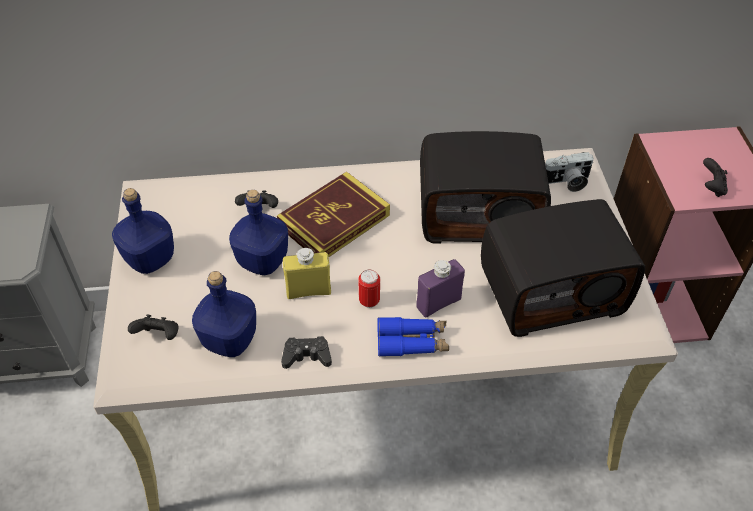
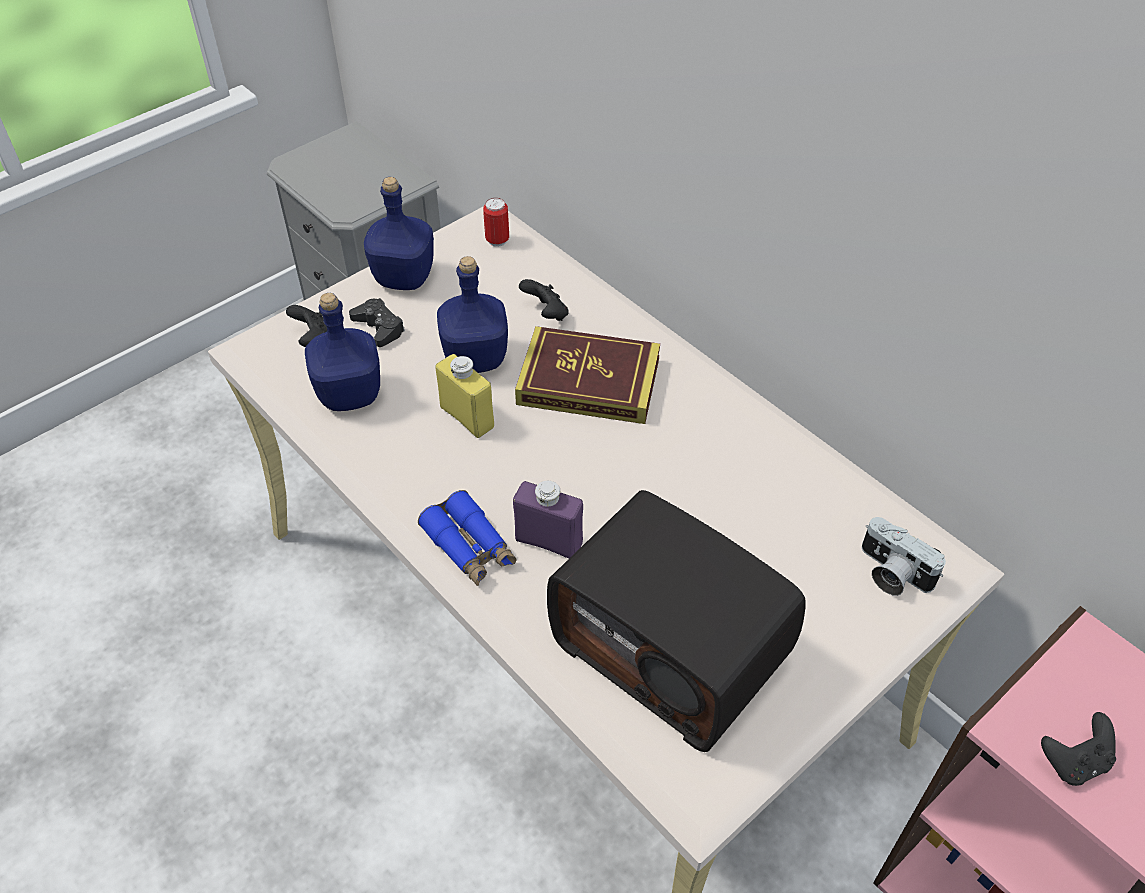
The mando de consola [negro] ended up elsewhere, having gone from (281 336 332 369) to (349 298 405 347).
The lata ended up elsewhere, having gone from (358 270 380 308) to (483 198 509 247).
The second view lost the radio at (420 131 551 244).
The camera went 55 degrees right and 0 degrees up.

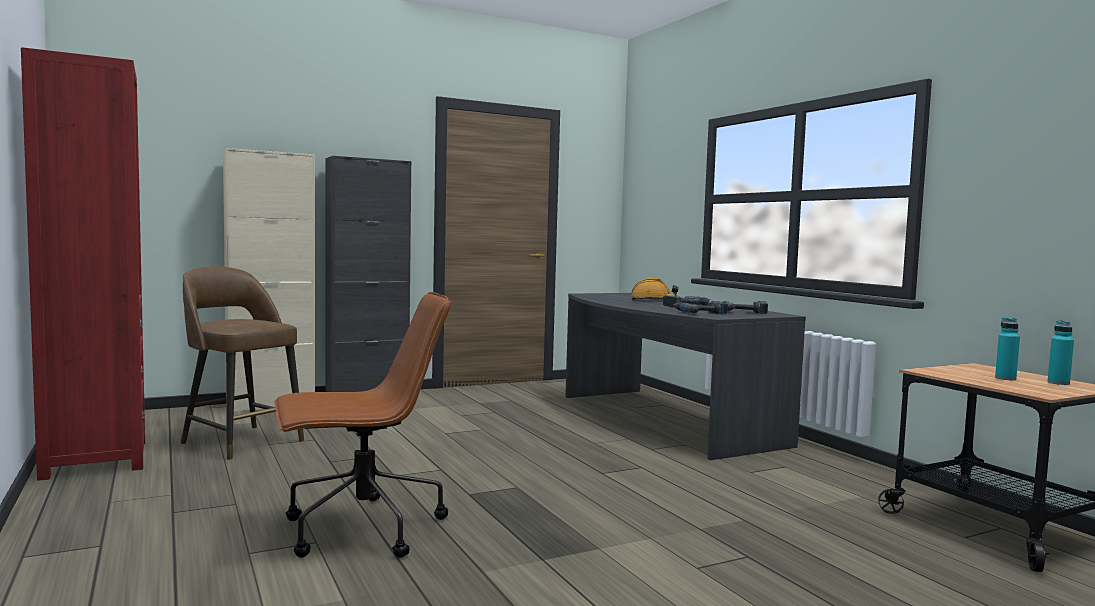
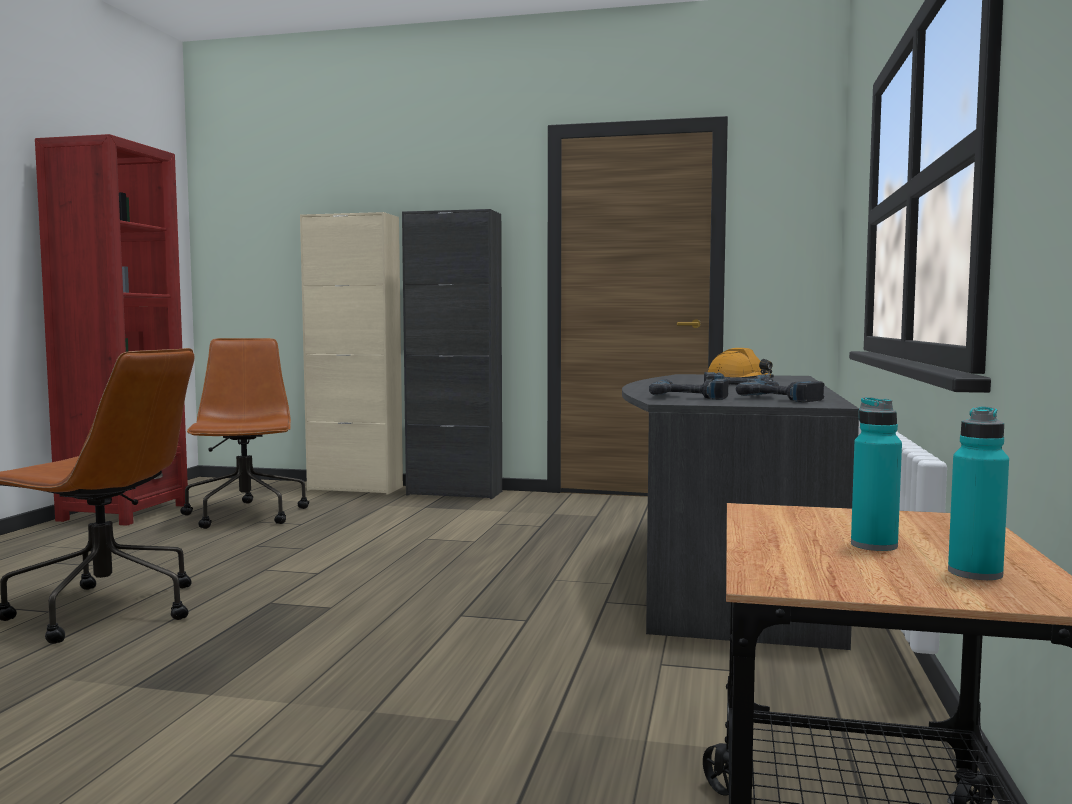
Where the taburete [marrón] stood at (181 266 304 460), the silla de oficina [marrón] came to stand at (180 338 309 529).
The camera went 40 degrees right and 0 degrees up.

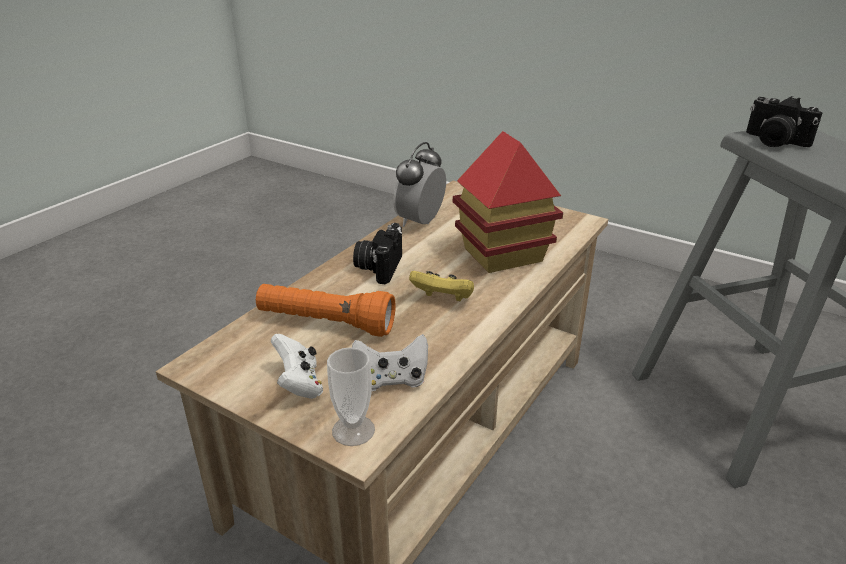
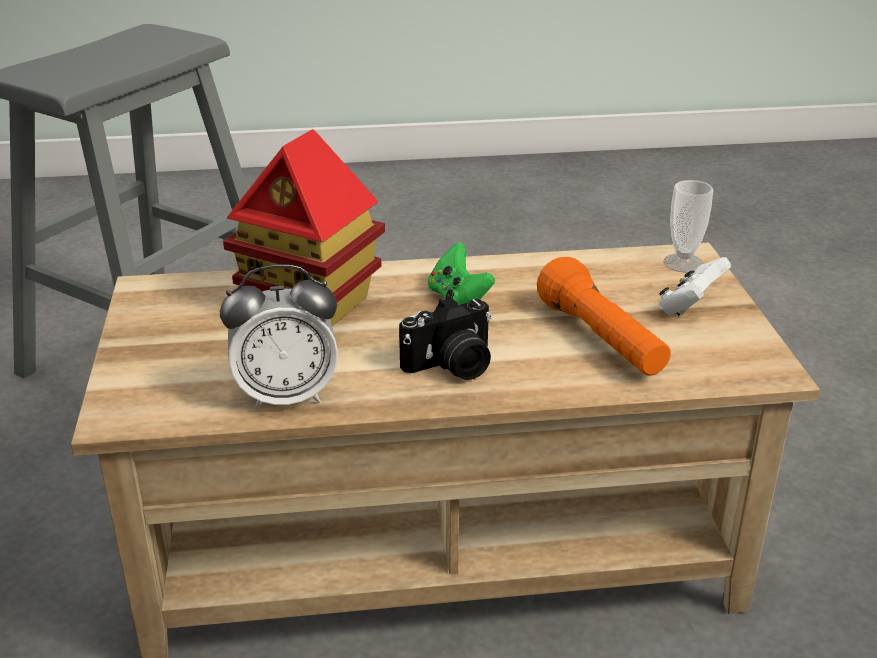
What was the mando de consola [amarillo] at (409 271 474 301) turned into the mando de consola [verde] at (428 242 495 305).
The second view lost the mando de consola [blanco] at (352 334 428 391).
The second view lost the cámara at (746 96 823 147).
The camera went 130 degrees left and 0 degrees up.

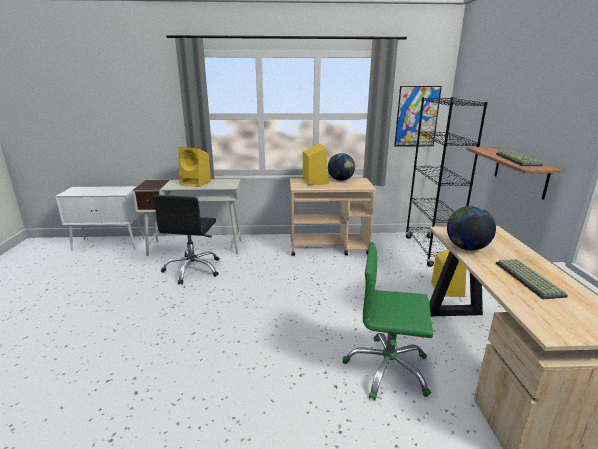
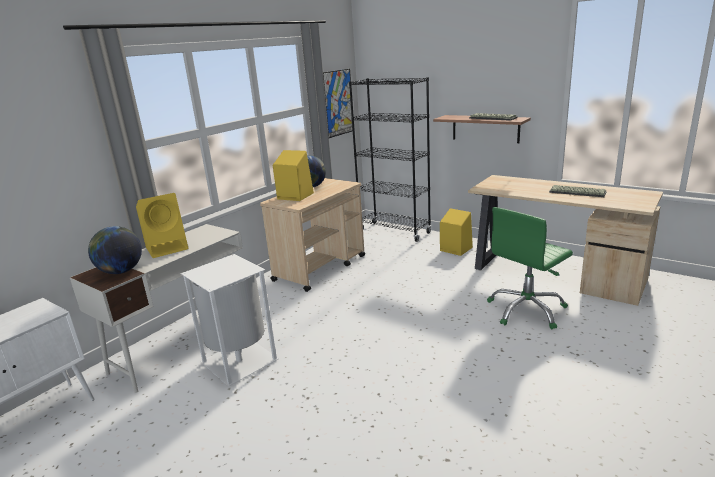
The globo terráqueo ended up elsewhere, having gone from (447 206 496 250) to (88 226 142 274).
Where the silla de oficina [negro] stood at (153 195 219 285), the papelera [blanco] came to stand at (181 254 279 387).
The camera went 50 degrees left and 0 degrees up.

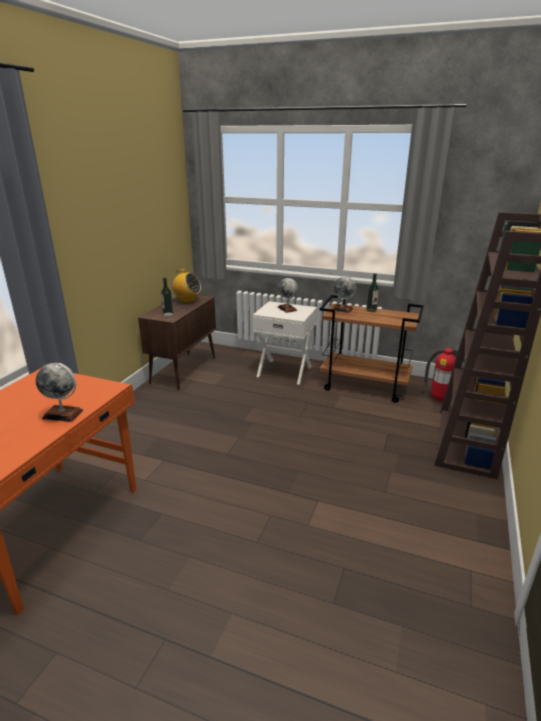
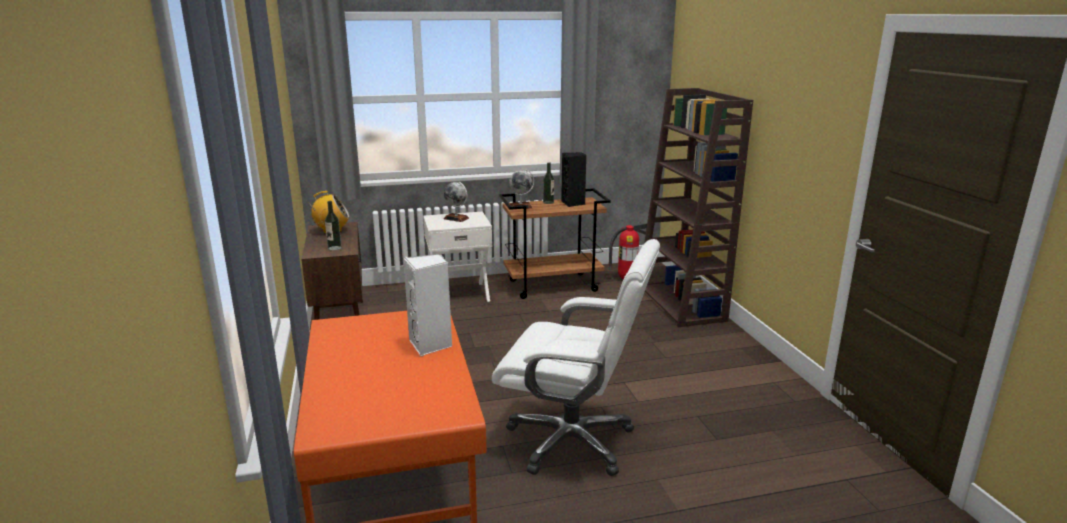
Where the globo terráqueo stood at (36 363 83 422), the altavoz [blanco] came to stand at (403 254 452 356).
The second view gained the silla de oficina [blanco] at (492 239 660 476).
The second view gained the altavoz [negro] at (561 152 586 207).
The camera went 35 degrees left and 5 degrees down.

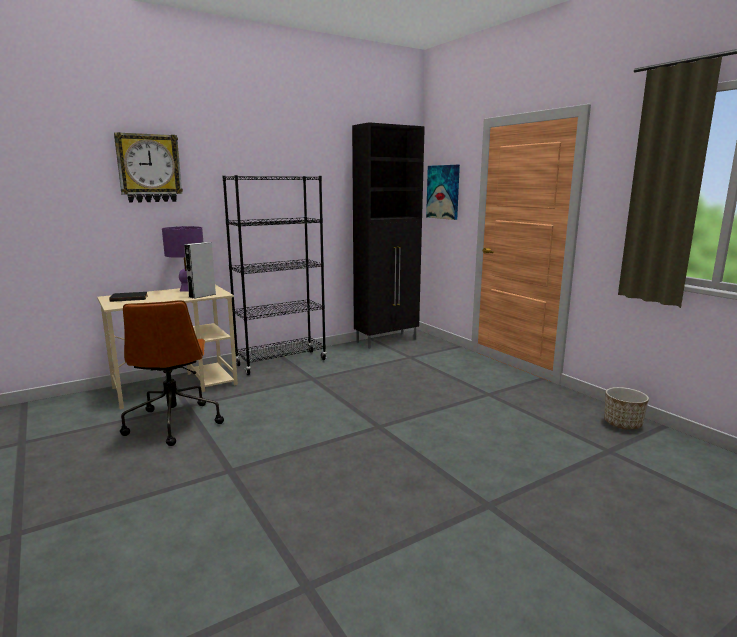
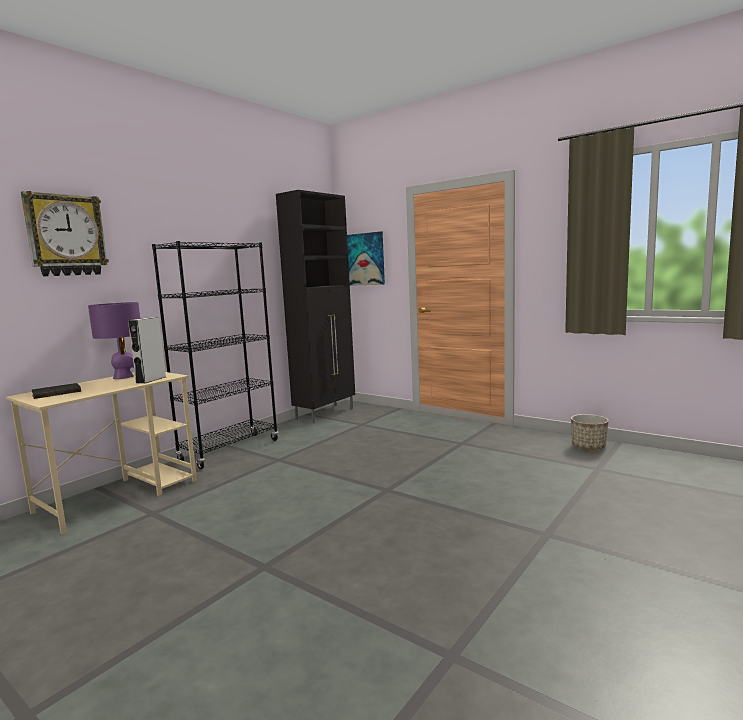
The second view lost the silla de oficina [marrón] at (120 300 224 446).
The camera went 20 degrees left and 5 degrees down.

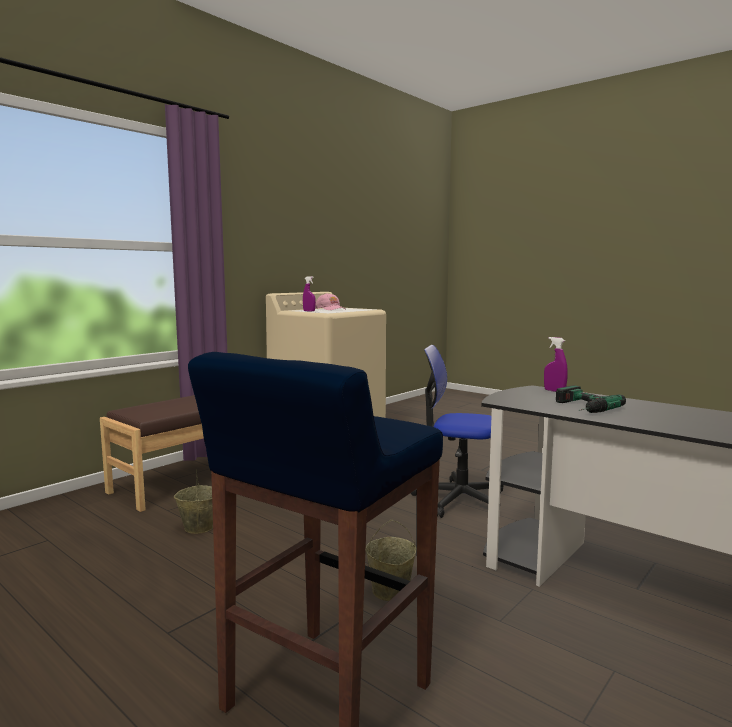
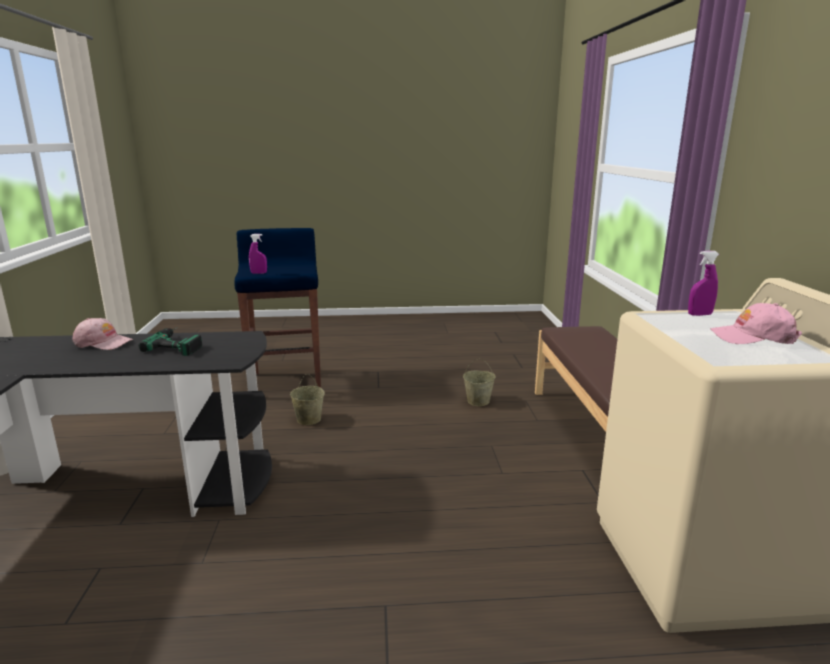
The second view gained the gorra [rosa] at (72 318 133 350).
The pulverizador [morado] ended up elsewhere, having gone from (544 337 568 392) to (249 234 267 274).
The second view lost the silla de oficina at (411 345 504 518).
The camera went 135 degrees right and 10 degrees up.

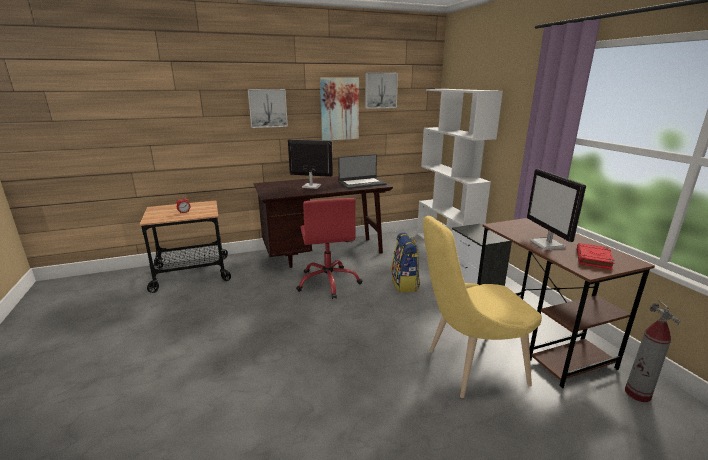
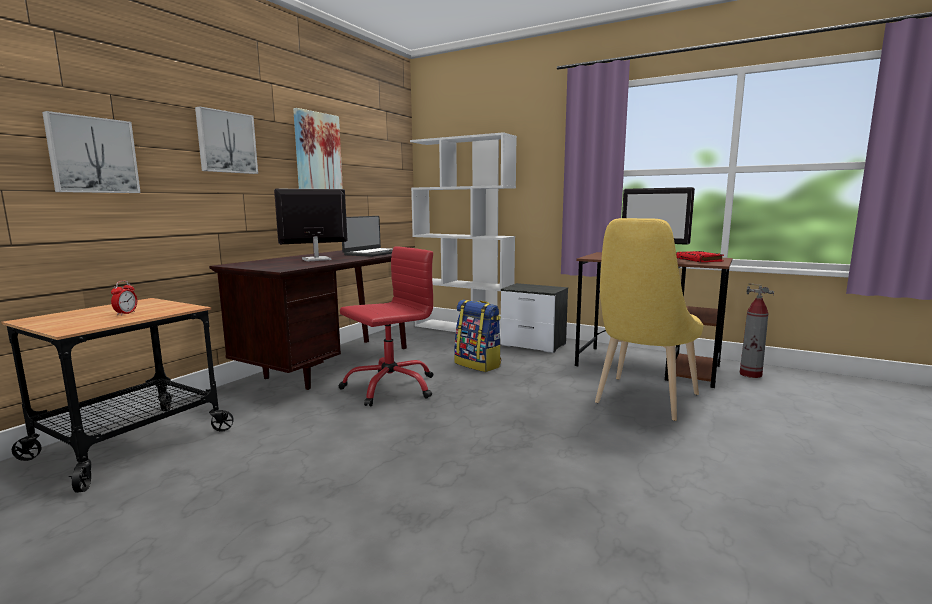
The cuadro ended up elsewhere, having gone from (365 73 398 109) to (42 111 141 193).
The silla de oficina [rojo] at (296 198 362 299) ended up facing another way, 75 degrees counterclockwise from before.
The camera went 40 degrees left and 10 degrees down.

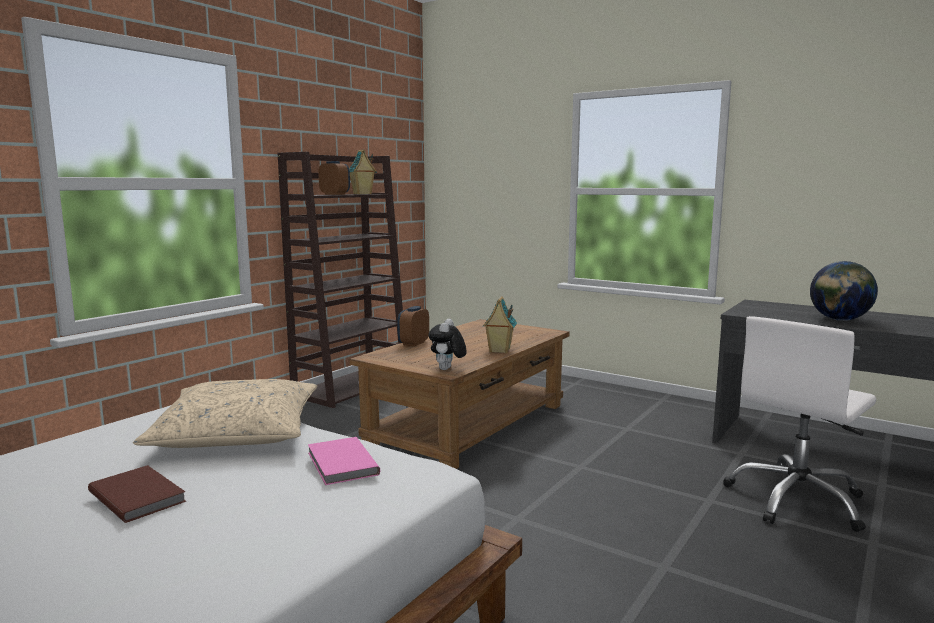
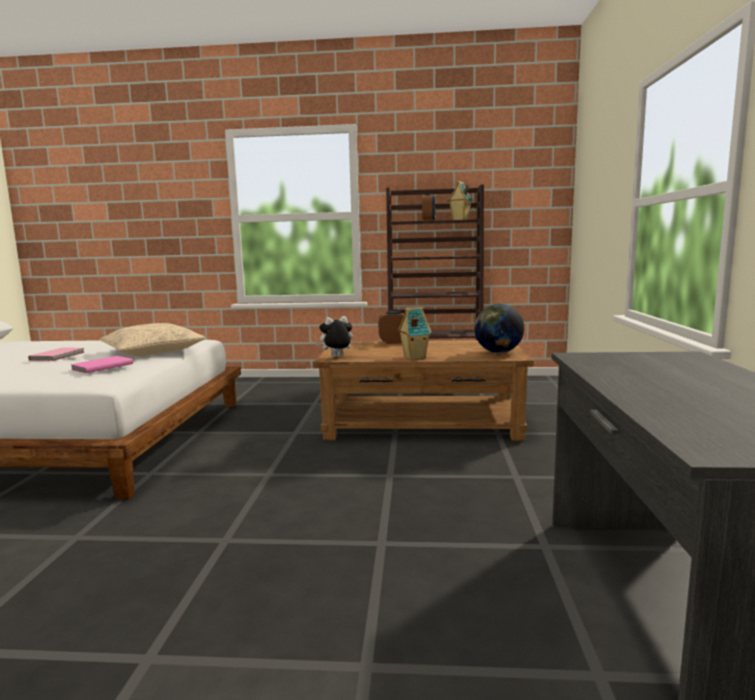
What was the libro [marrón] at (88 465 186 523) turned into the libro [rosa] at (28 347 85 361).
The globo terráqueo ended up elsewhere, having gone from (810 261 878 321) to (474 304 524 353).
The second view lost the silla de oficina [blanco] at (723 316 876 532).
The camera went 60 degrees right and 0 degrees up.

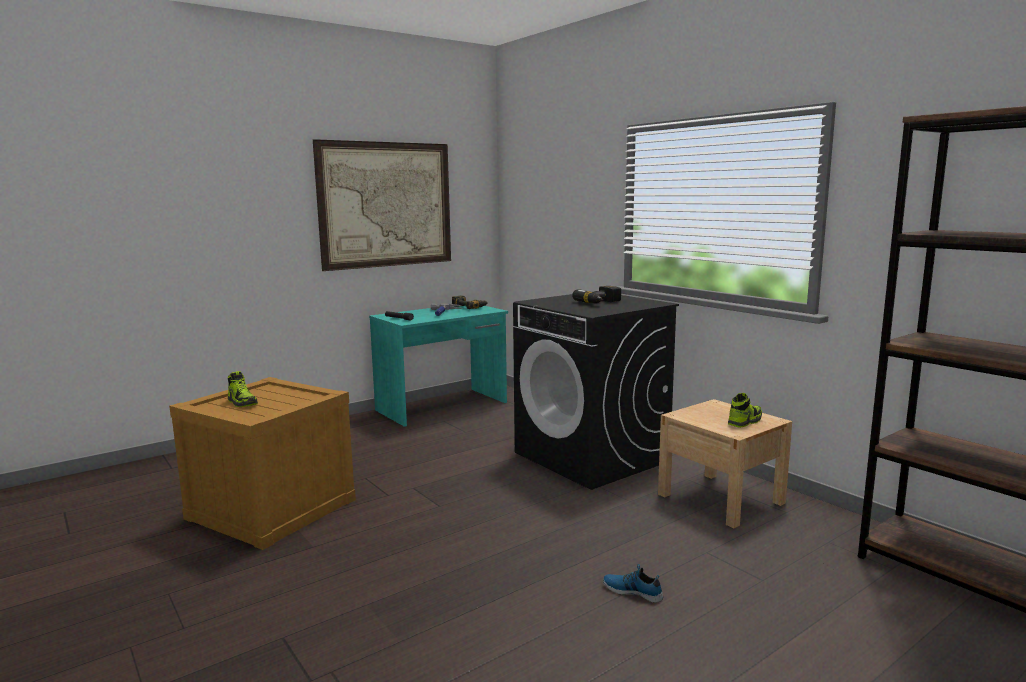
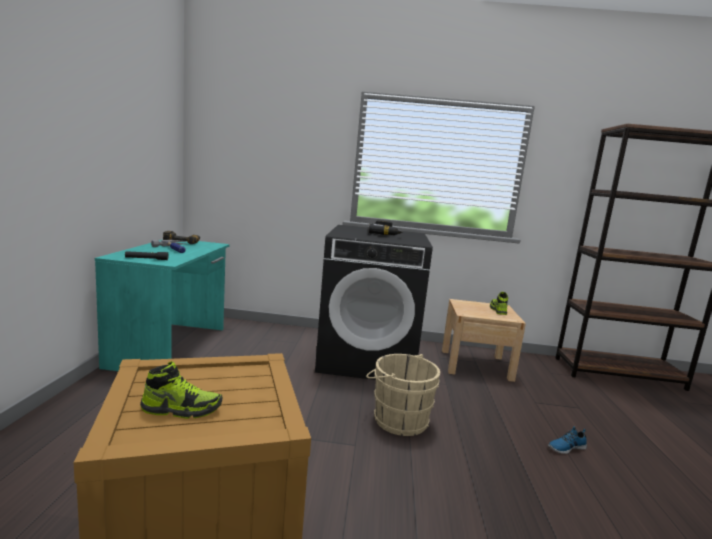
The second view gained the cubo [beis] at (366 354 440 436).
The second view lost the cuadro at (313 139 451 271).
The camera went 50 degrees left and 0 degrees up.

